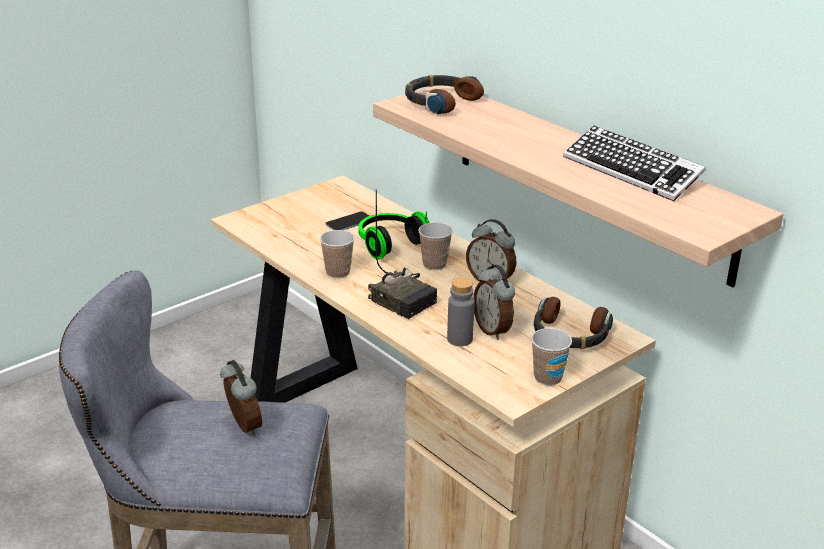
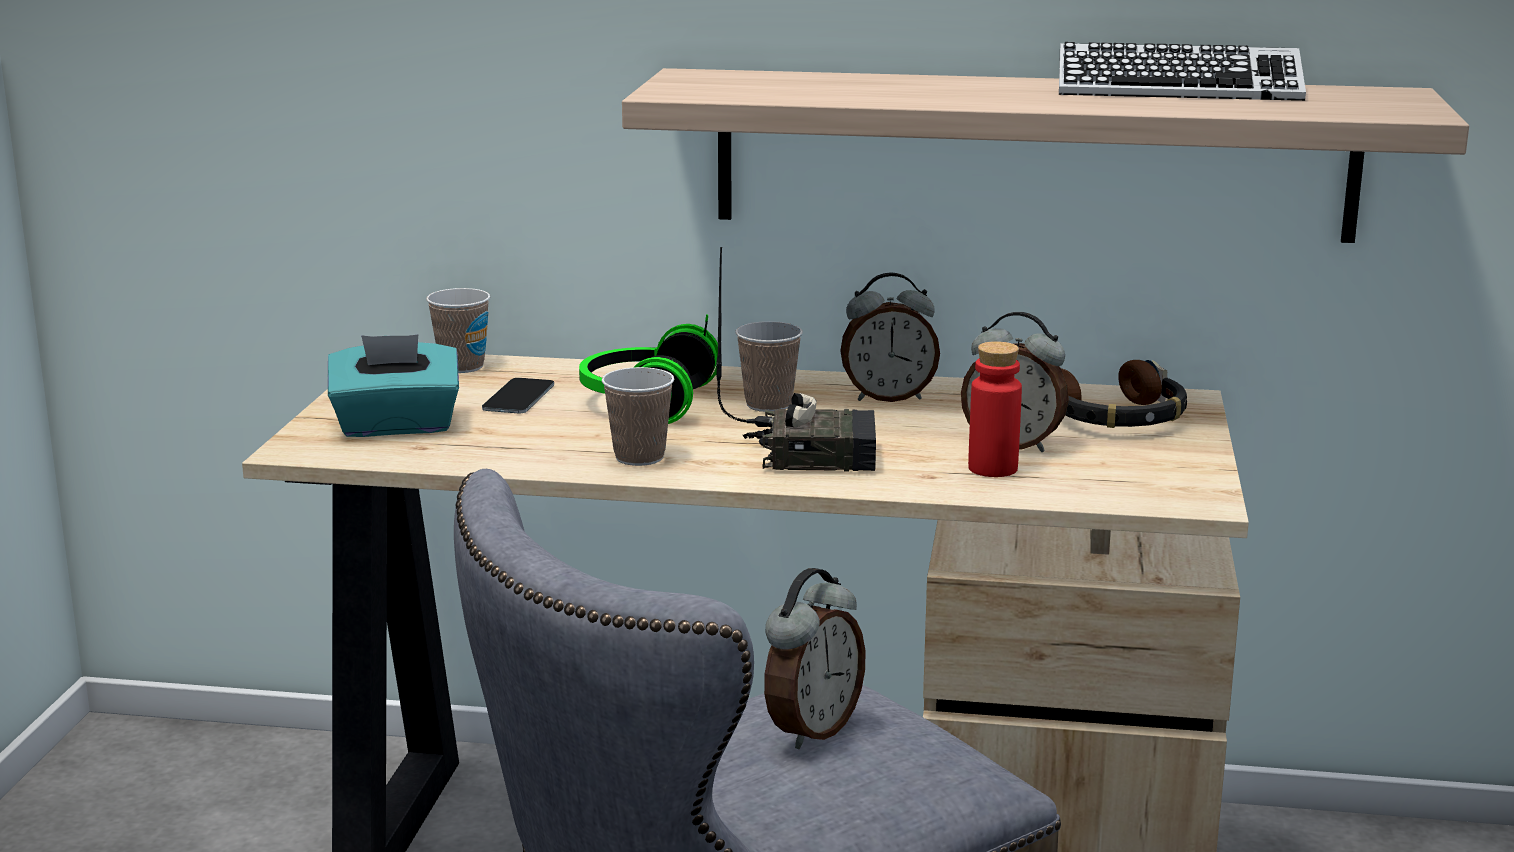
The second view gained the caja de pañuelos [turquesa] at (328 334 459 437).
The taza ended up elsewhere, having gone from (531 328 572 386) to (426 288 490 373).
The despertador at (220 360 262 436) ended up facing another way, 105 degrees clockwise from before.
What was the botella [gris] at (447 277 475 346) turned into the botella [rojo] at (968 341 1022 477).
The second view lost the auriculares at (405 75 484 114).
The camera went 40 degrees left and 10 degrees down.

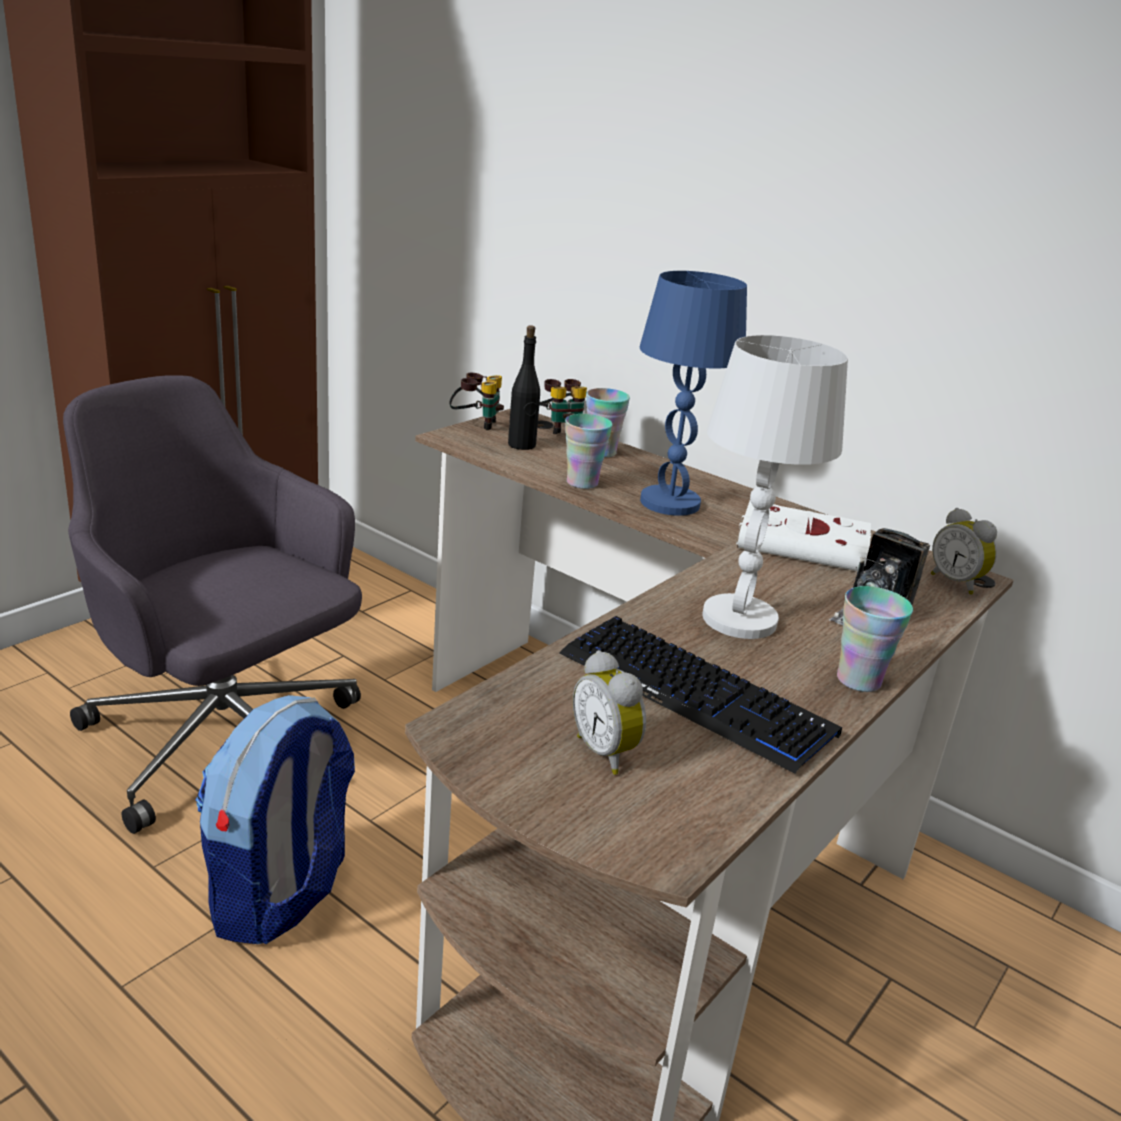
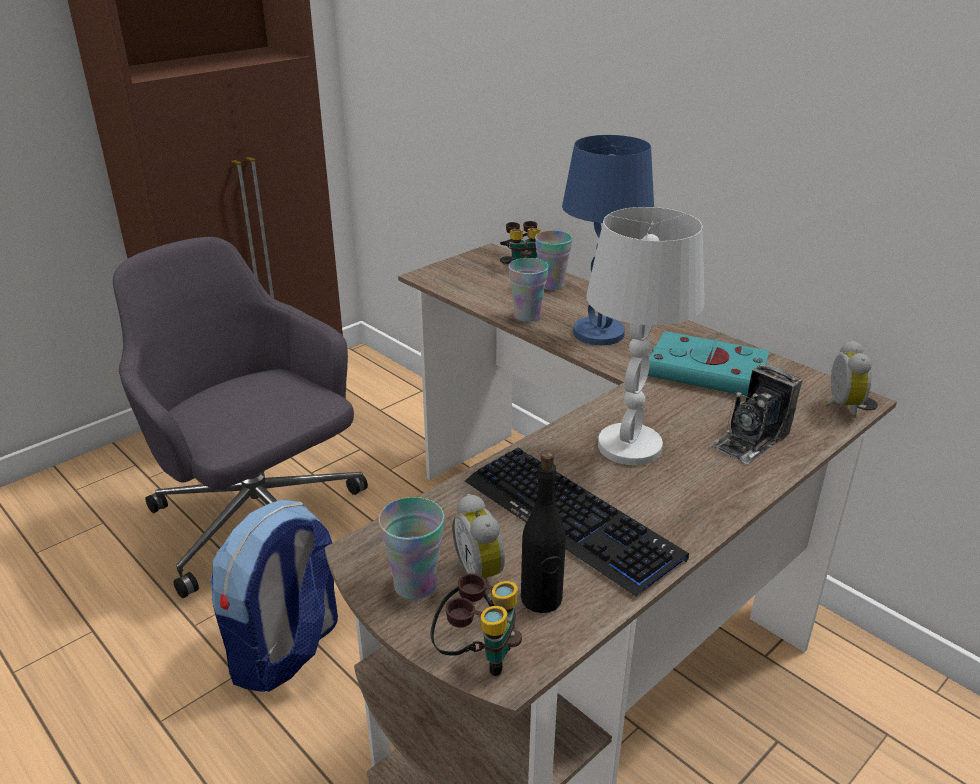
The taza ended up elsewhere, having gone from (837 586 913 692) to (378 497 444 600).
The prismáticos ended up elsewhere, having gone from (449 373 504 430) to (430 573 522 676).
The botella [negro] ended up elsewhere, having gone from (508 325 540 450) to (521 450 566 613).
What was the libro [blanco] at (736 501 871 571) turned into the libro [turquesa] at (648 331 770 396).
The despertador at (931 508 997 595) ended up facing another way, 150 degrees counterclockwise from before.
The camera went 10 degrees right and 5 degrees up.

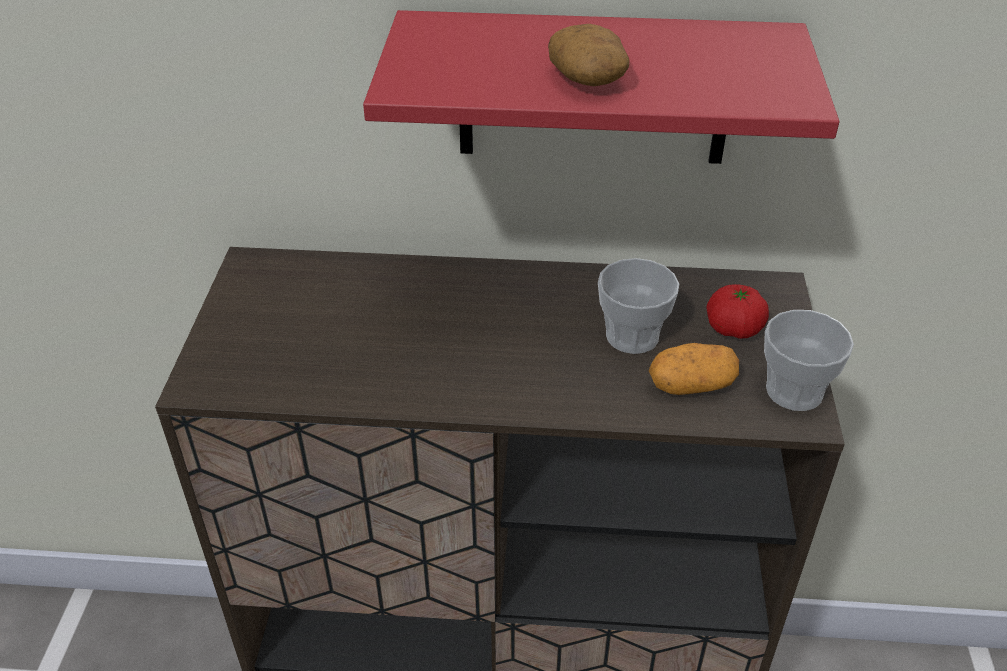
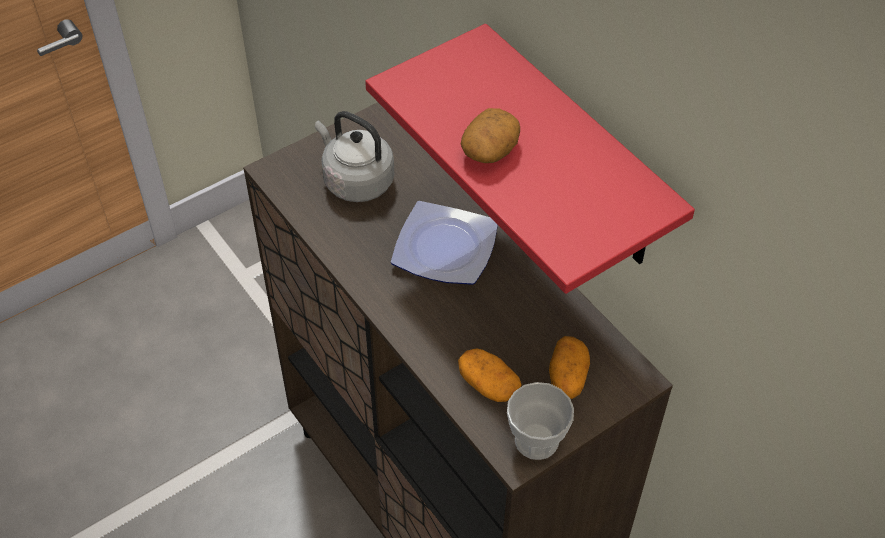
The second view gained the hervidor [gris] at (315 111 395 202).
The second view gained the plato at (391 201 498 285).
Where the tomate stood at (706 284 769 339), the patata came to stand at (549 336 590 399).
The second view lost the taza at (598 258 679 354).
The camera went 50 degrees right and 10 degrees up.

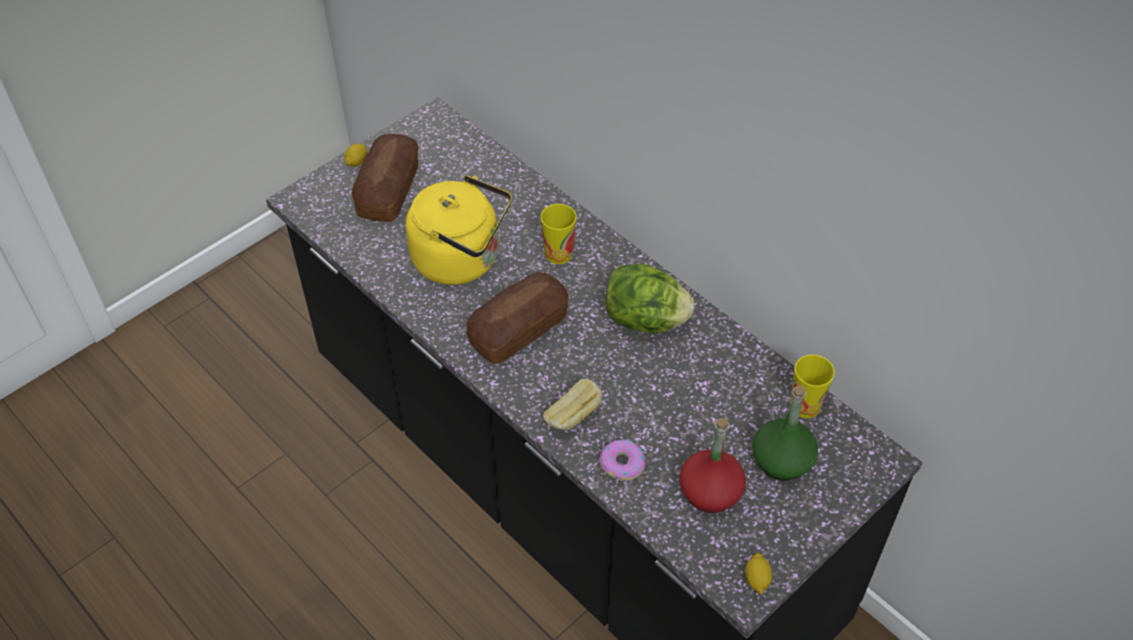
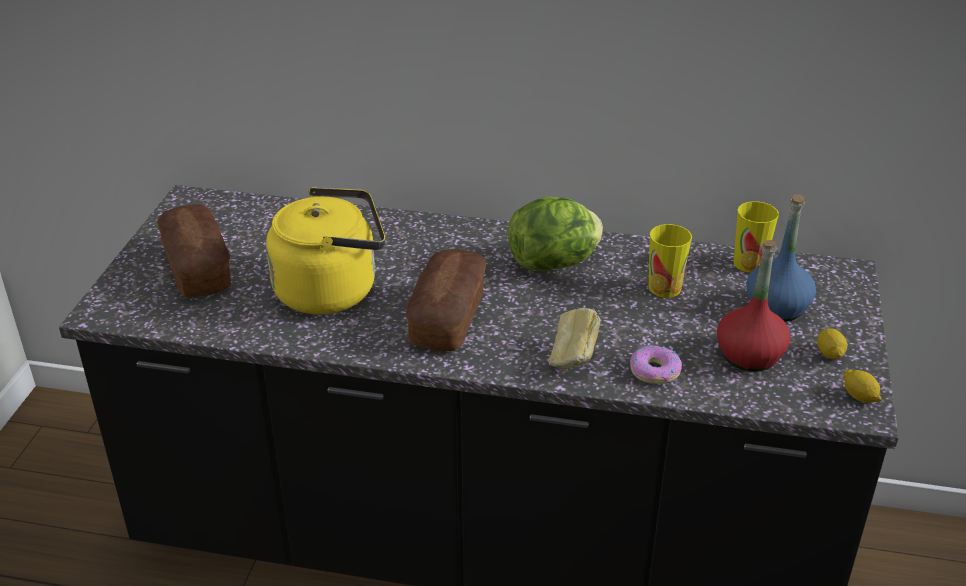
The taza ended up elsewhere, having gone from (541 204 576 264) to (649 224 692 298).
What was the botella [verde] at (752 385 818 481) turned into the botella [azul] at (746 194 816 322).
The limón ended up elsewhere, having gone from (344 144 368 167) to (817 328 847 359).
The camera went 35 degrees left and 15 degrees down.

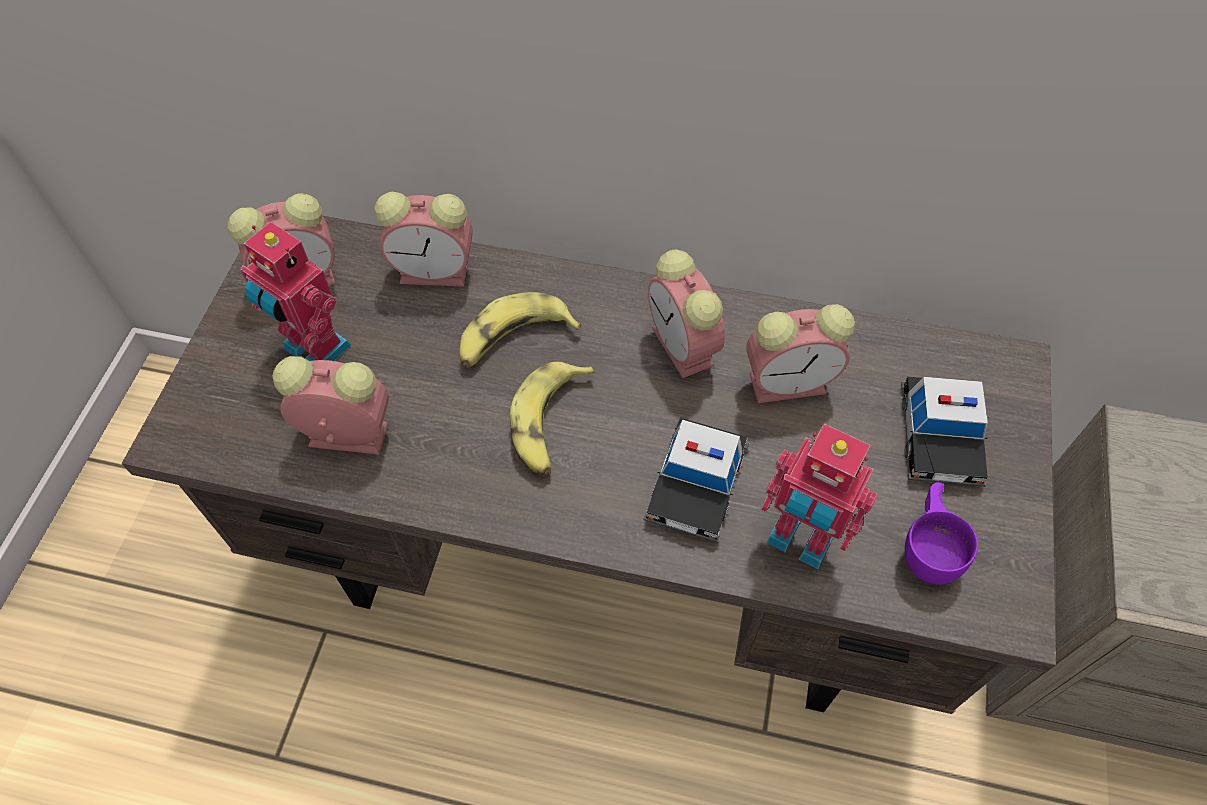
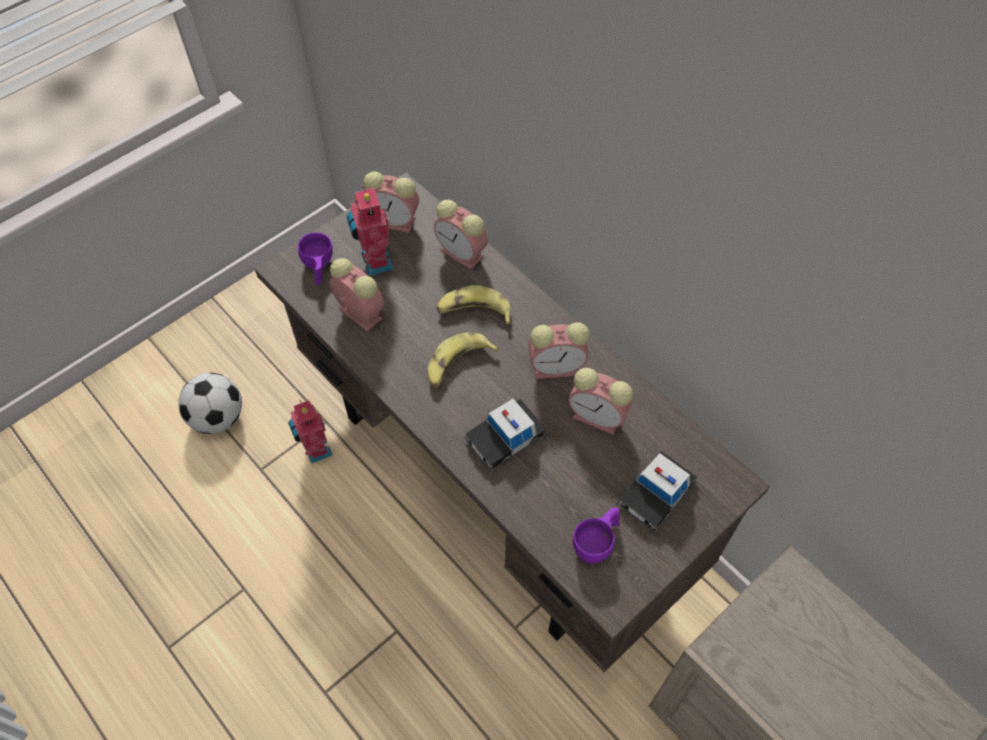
The second view gained the balón de fútbol at (178 373 242 434).
The robot de juguete ended up elsewhere, having gone from (761 424 877 569) to (288 400 333 464).
The second view gained the taza [morado] at (298 232 333 285).
The despertador at (648 250 725 379) ended up facing another way, 105 degrees counterclockwise from before.
The camera went 35 degrees right and 0 degrees up.

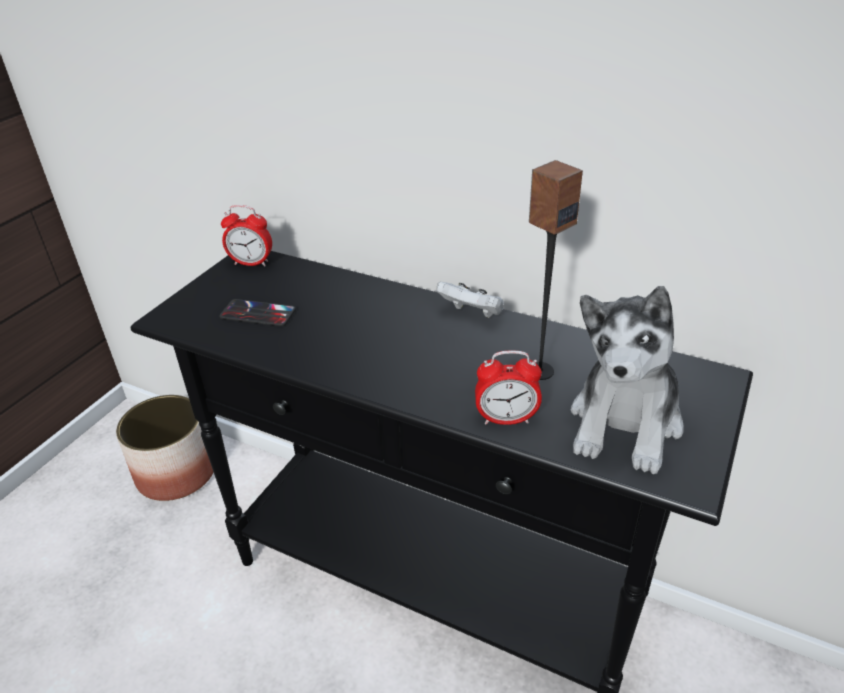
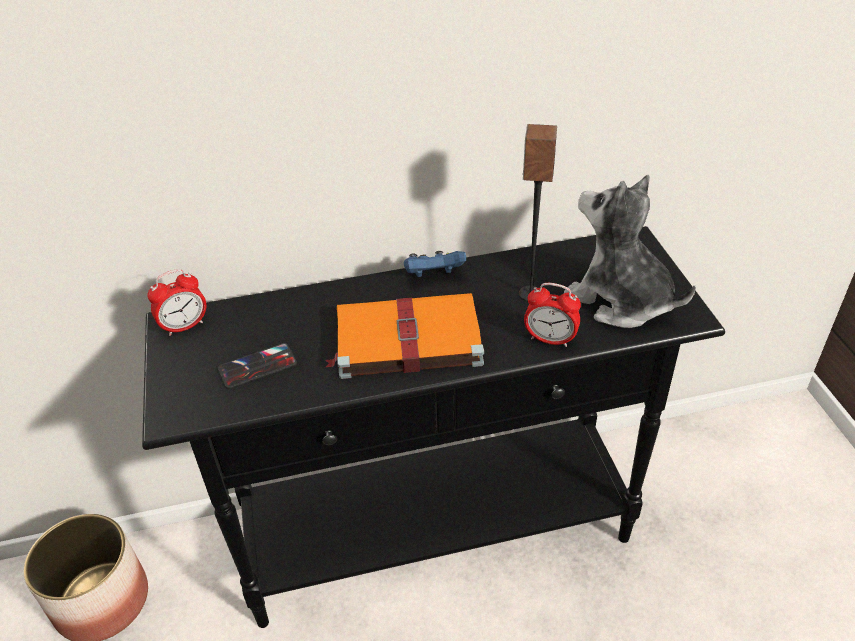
The second view gained the libro [naranja] at (325 293 484 379).
What was the mando de consola [blanco] at (436 282 504 318) turned into the mando de consola [azul] at (404 251 466 277).
The despertador at (475 350 542 425) ended up facing another way, 60 degrees clockwise from before.
The peluche at (571 286 684 474) ended up facing another way, 150 degrees clockwise from before.
The camera went 40 degrees left and 5 degrees up.

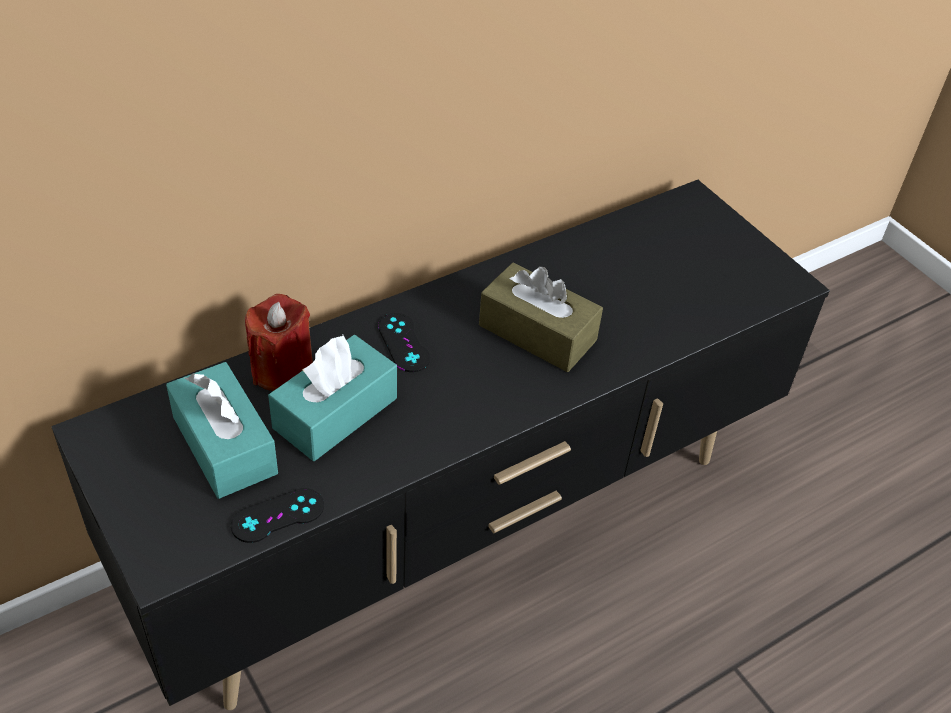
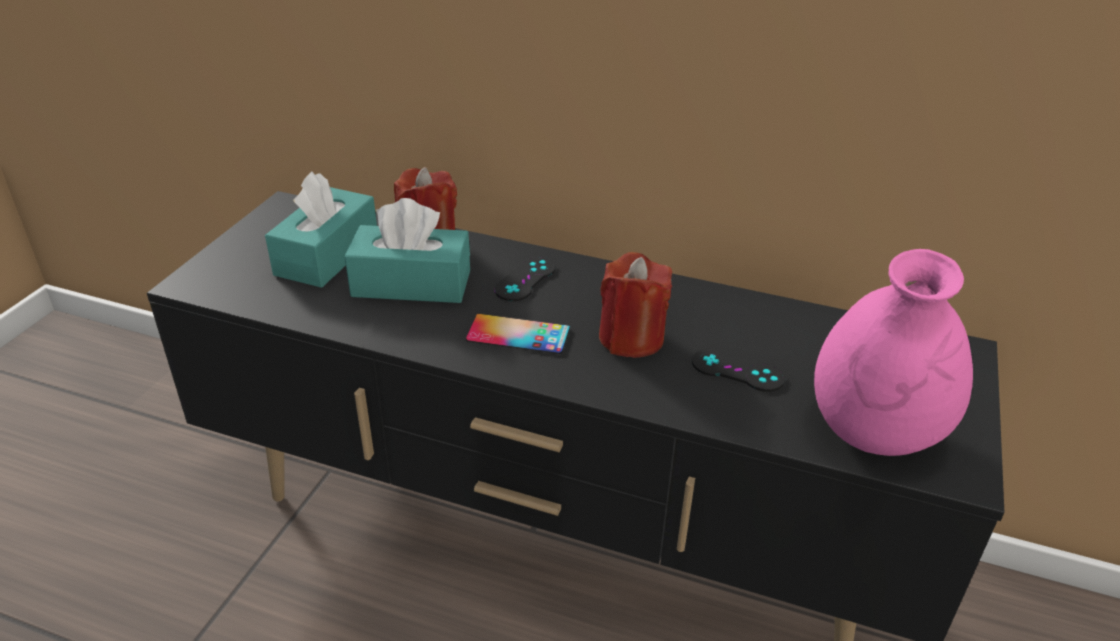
The second view gained the móvil at (466 314 570 354).
Where the caja de pañuelos [marrón] stood at (479 263 603 372), the vela [rojo] came to stand at (599 252 672 358).
The mando de consola [negro] ended up elsewhere, having gone from (231 488 324 543) to (692 348 785 392).
The second view gained the florero [rosa] at (814 249 973 456).
The camera went 55 degrees right and 10 degrees down.

